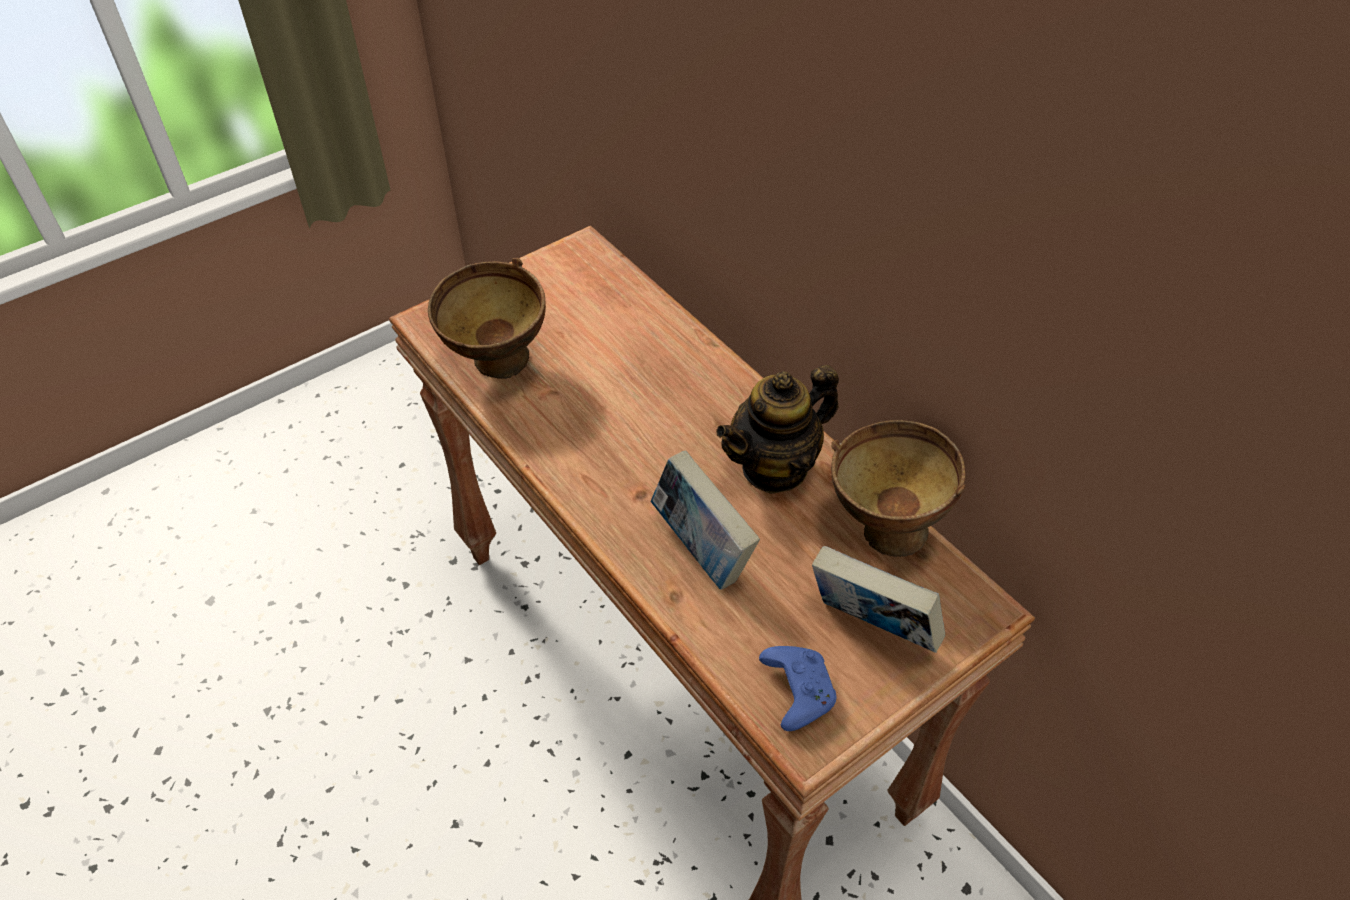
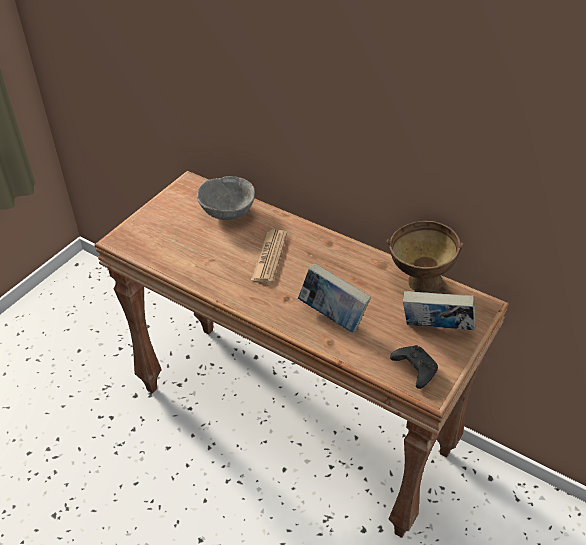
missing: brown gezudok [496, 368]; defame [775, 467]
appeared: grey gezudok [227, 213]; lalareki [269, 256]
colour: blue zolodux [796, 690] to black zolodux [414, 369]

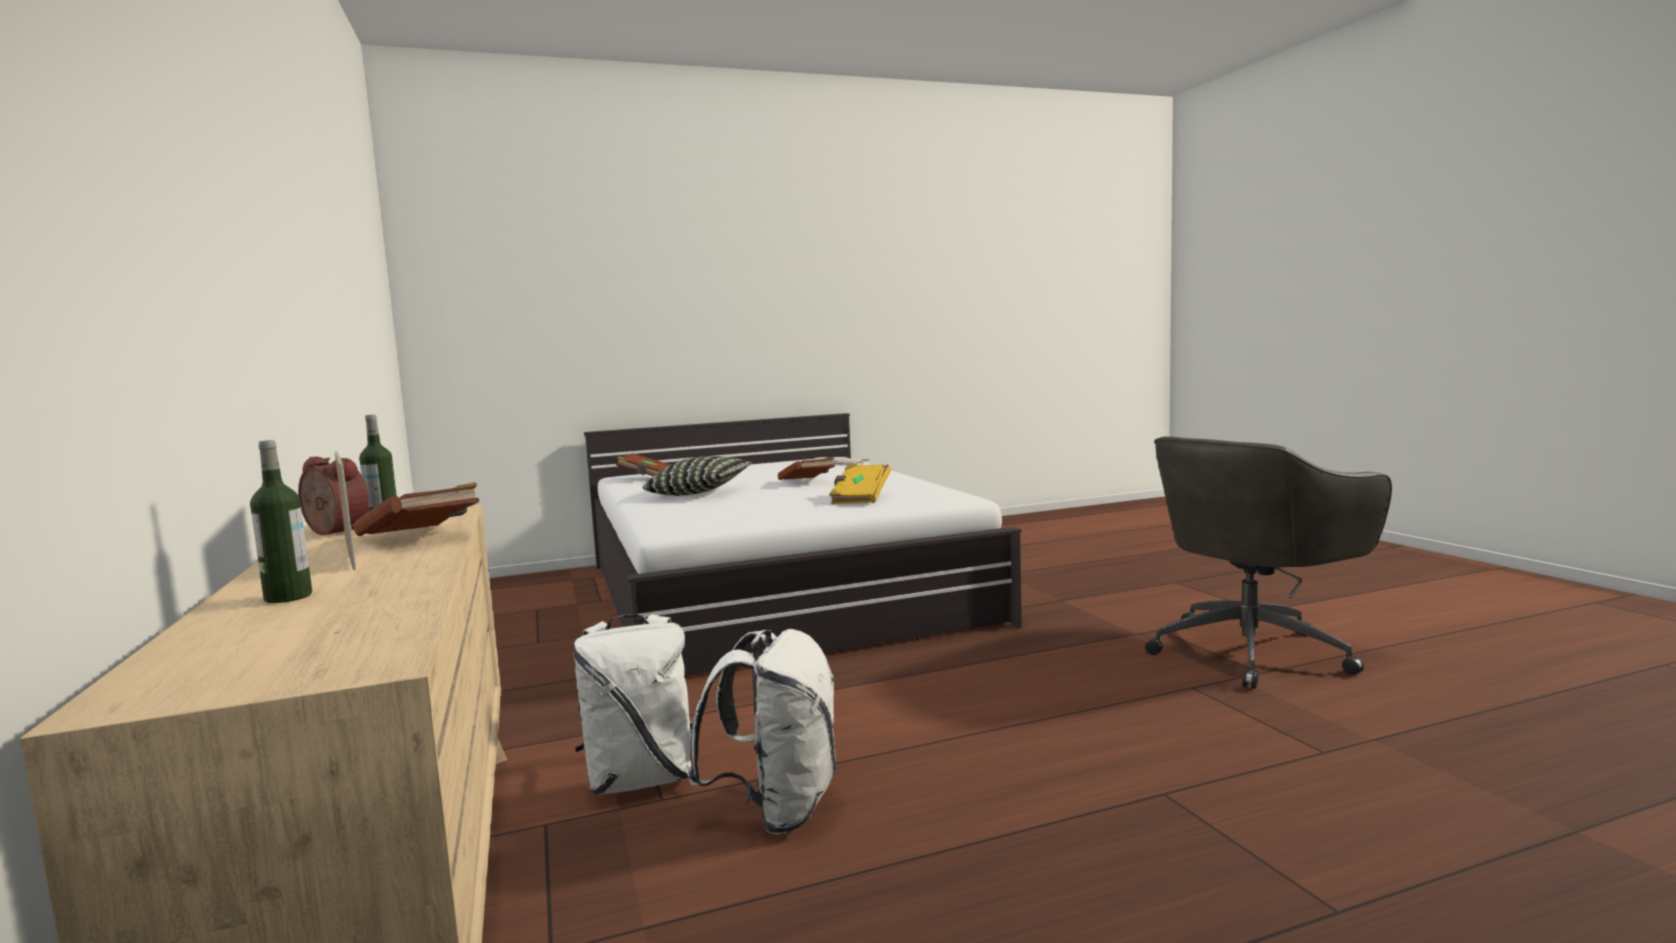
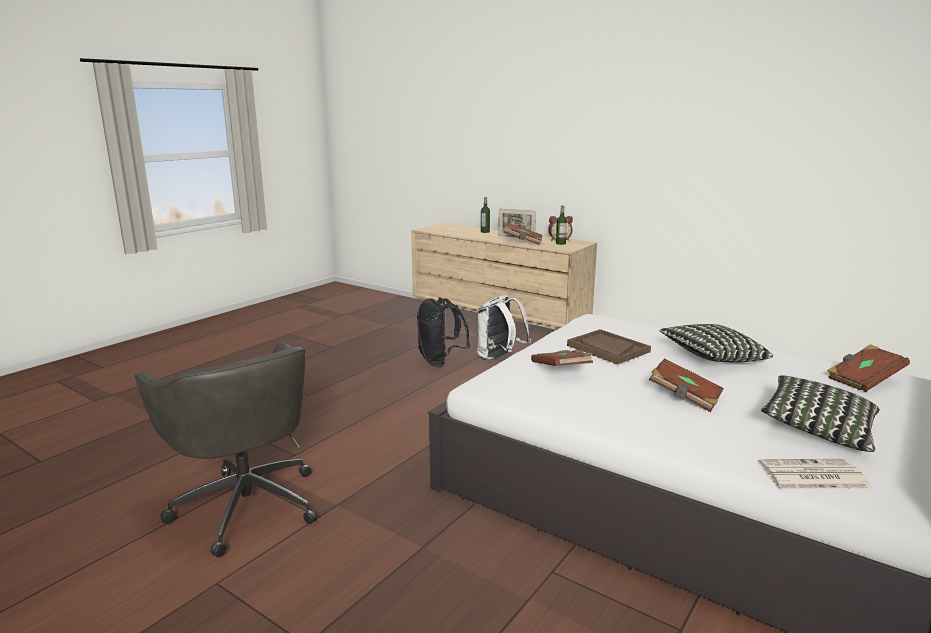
appeared: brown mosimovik [607, 348]; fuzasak [818, 429]
colour: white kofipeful [777, 809] to black kofipeful [440, 361]; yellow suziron [859, 498] to brown suziron [561, 370]
spun: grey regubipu [1252, 651] = [246, 504] 120 degrees clockwise

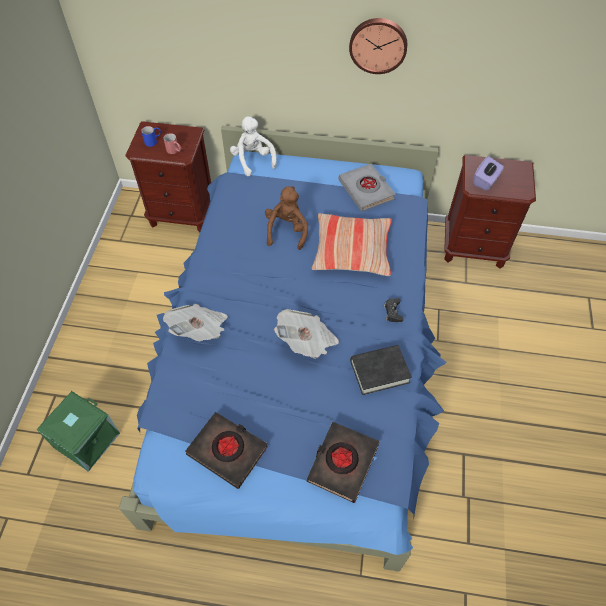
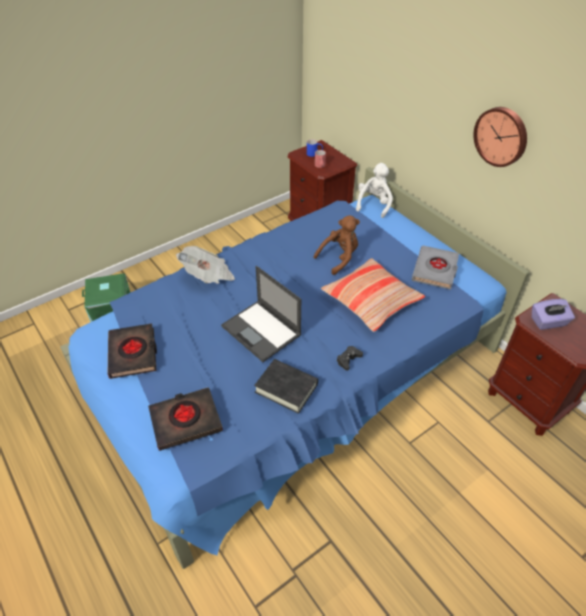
exchanged: lalareki [307, 342] to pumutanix [262, 331]

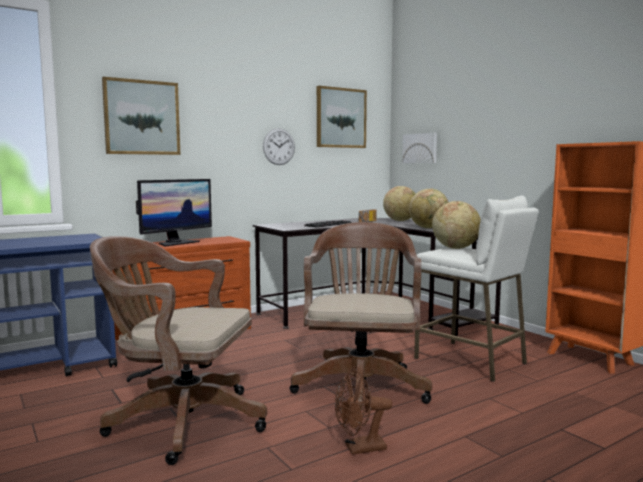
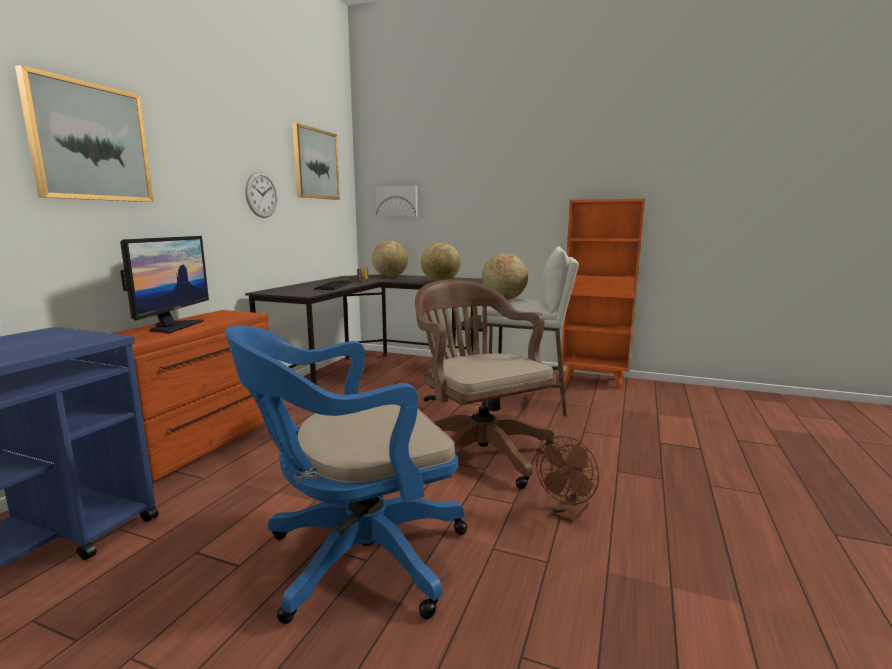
colour: brown regubipu [179, 421] to blue regubipu [356, 558]

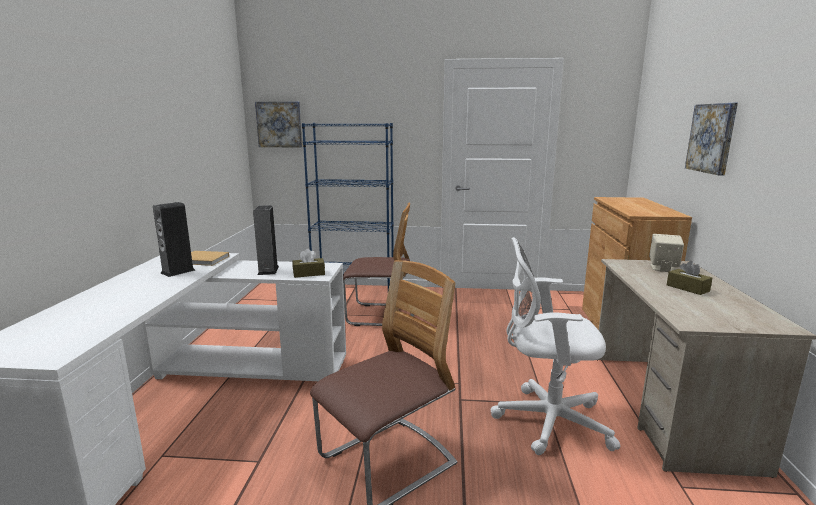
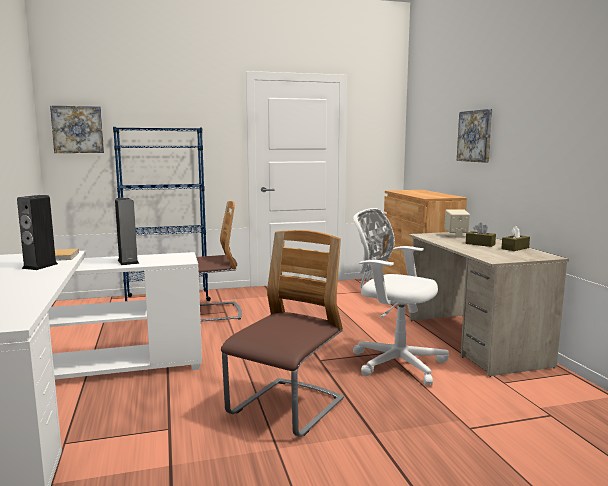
relocated: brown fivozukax [309, 273] to [515, 248]
spun: white regubipu [546, 420] = [394, 362] 45 degrees clockwise

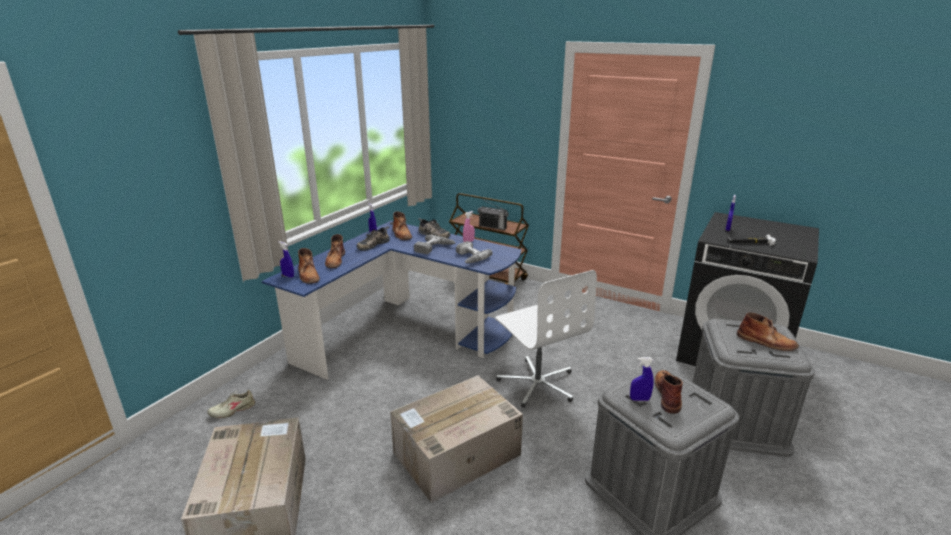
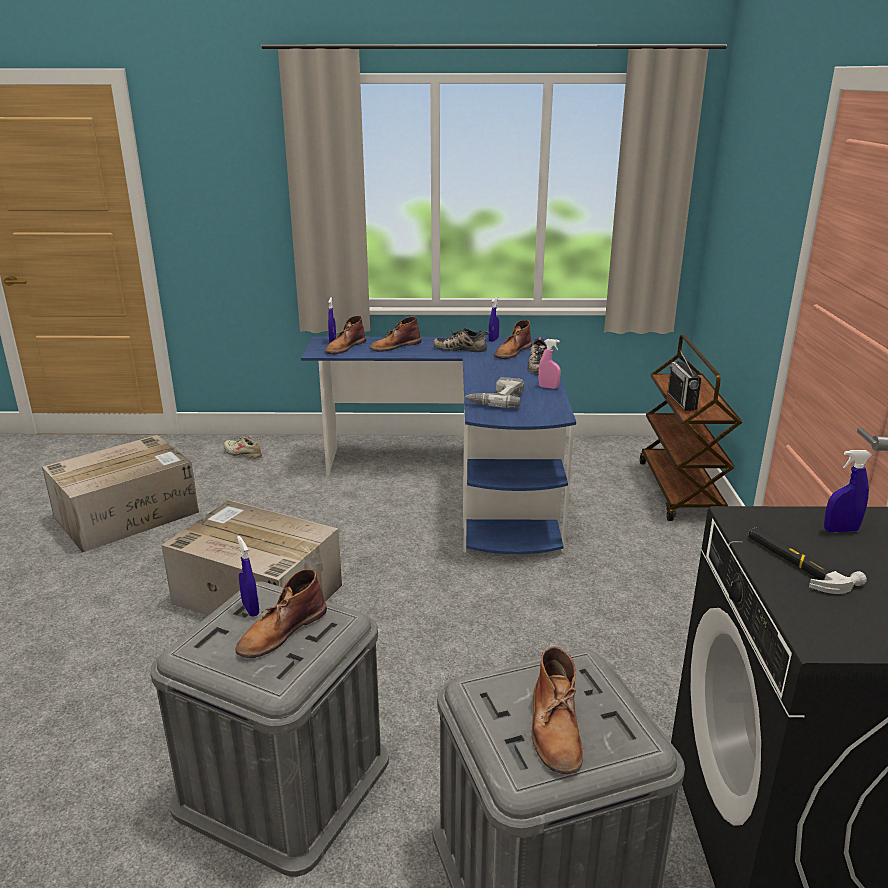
missing: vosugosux [434, 248]; white regubipu [537, 383]
spun: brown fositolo [667, 393] = [281, 631] 150 degrees clockwise

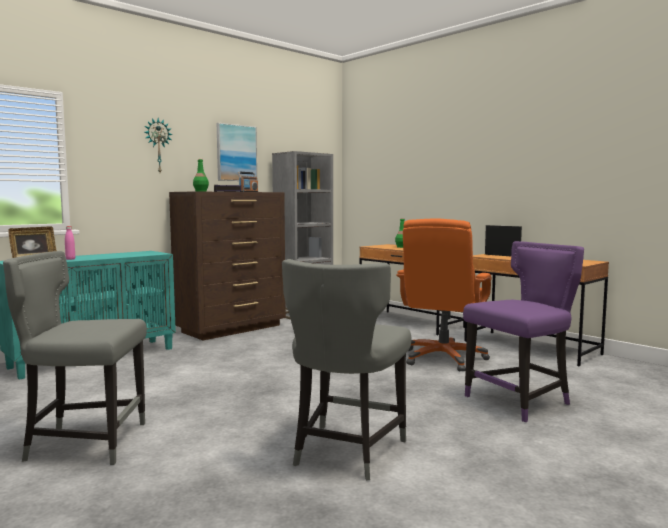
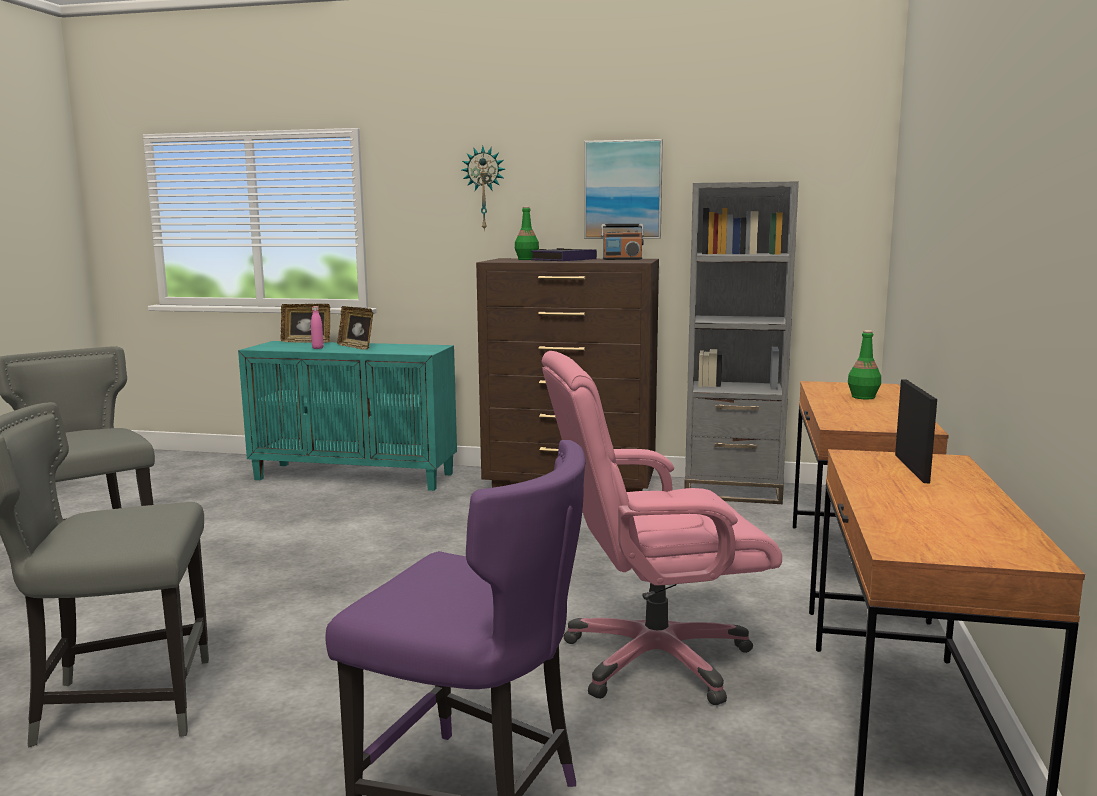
appeared: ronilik [356, 347]
colour: orange regubipu [443, 358] to pink regubipu [654, 659]

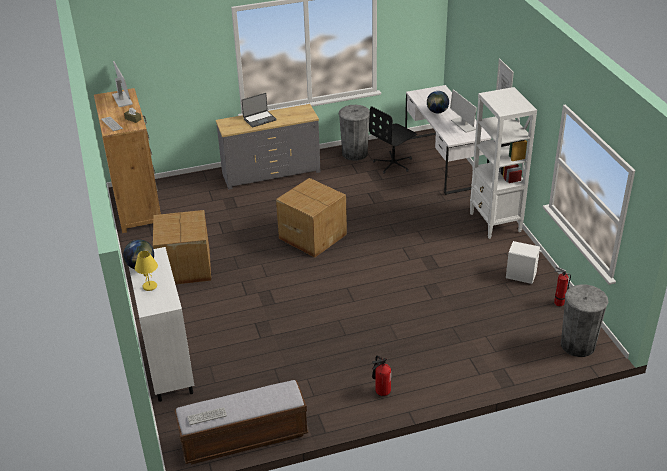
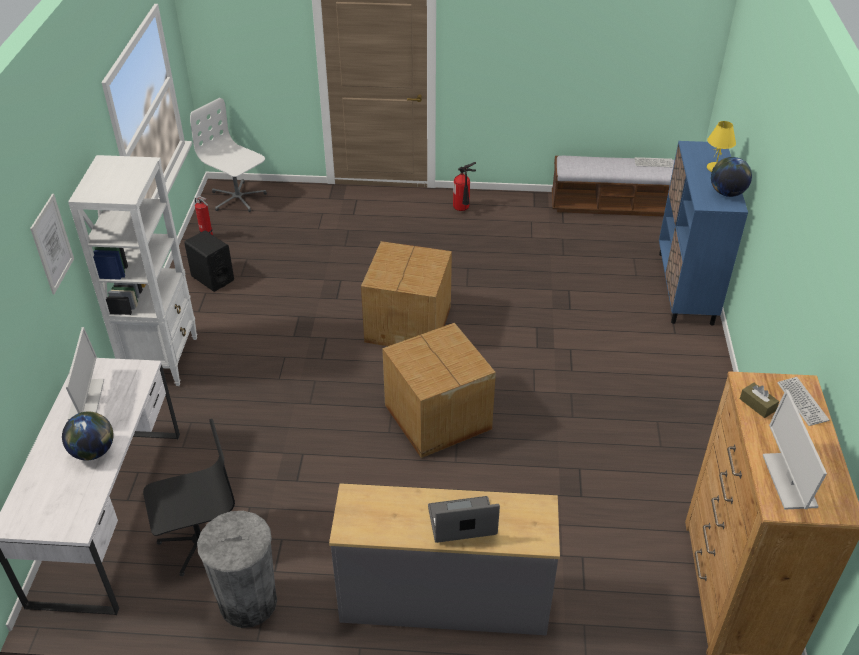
relocated: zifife [184, 268] to [409, 323]
exchanged: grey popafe [578, 345] to white regubipu [237, 198]
colour: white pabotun [168, 365] to blue pabotun [685, 288]; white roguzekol [521, 275] to black roguzekol [212, 278]

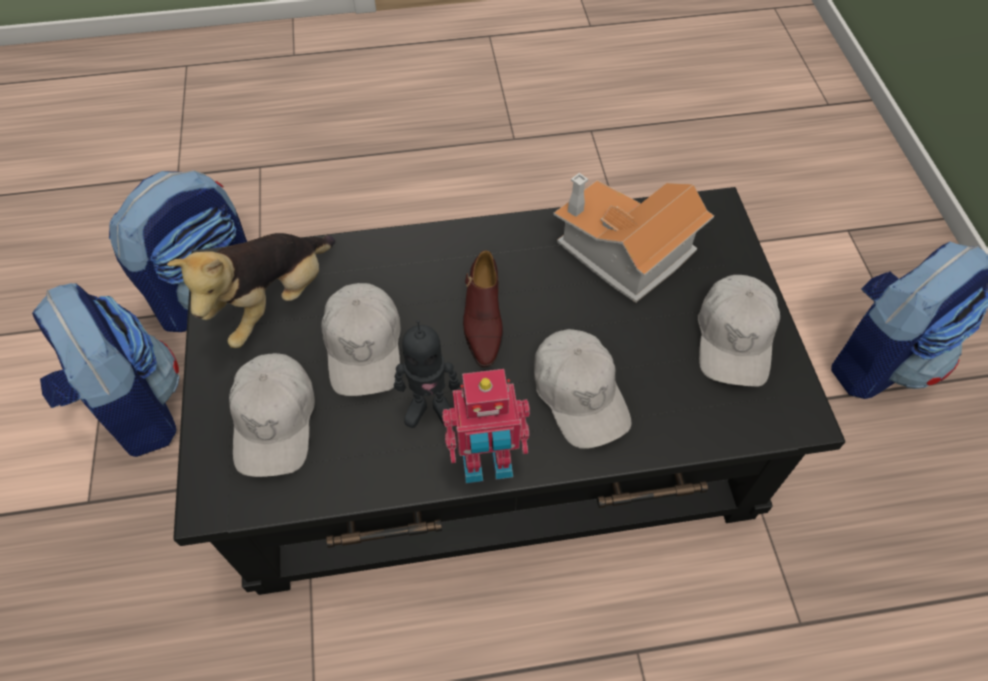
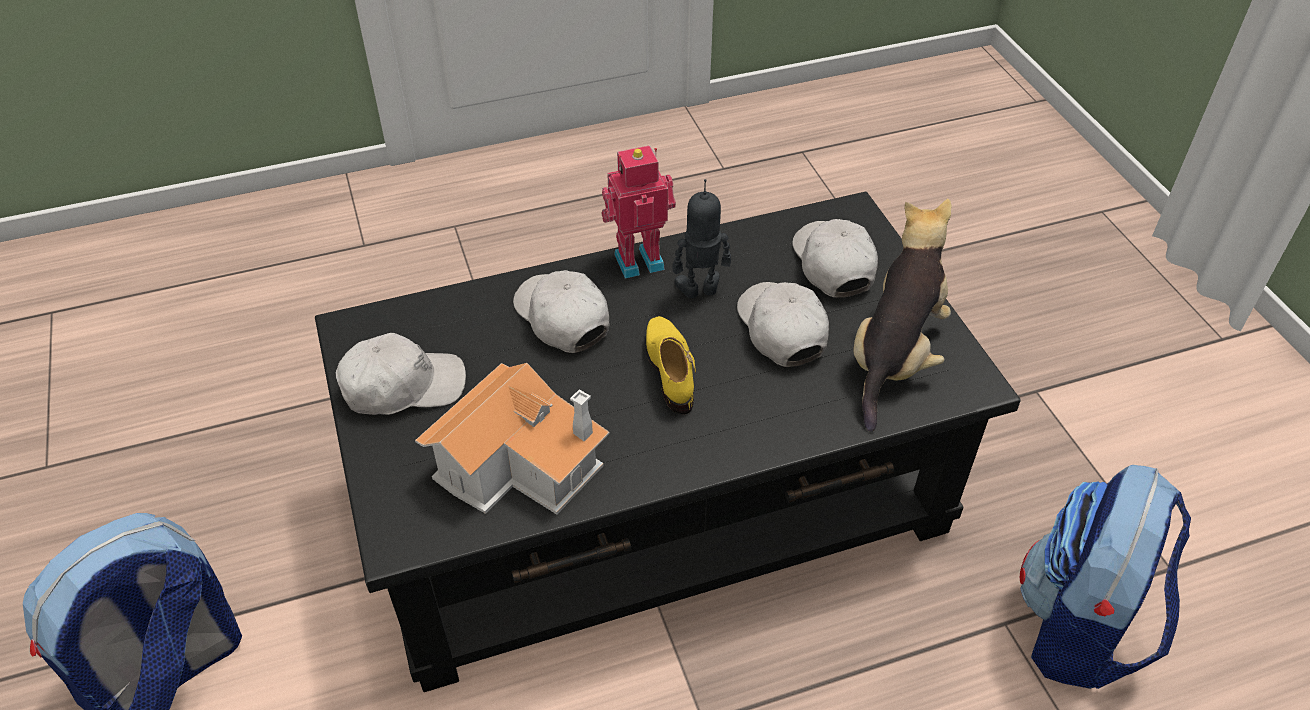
missing: kofipeful [133, 408]
colour: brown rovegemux [483, 320] to yellow rovegemux [670, 369]
spun: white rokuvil [735, 338] = [402, 386] 75 degrees clockwise

